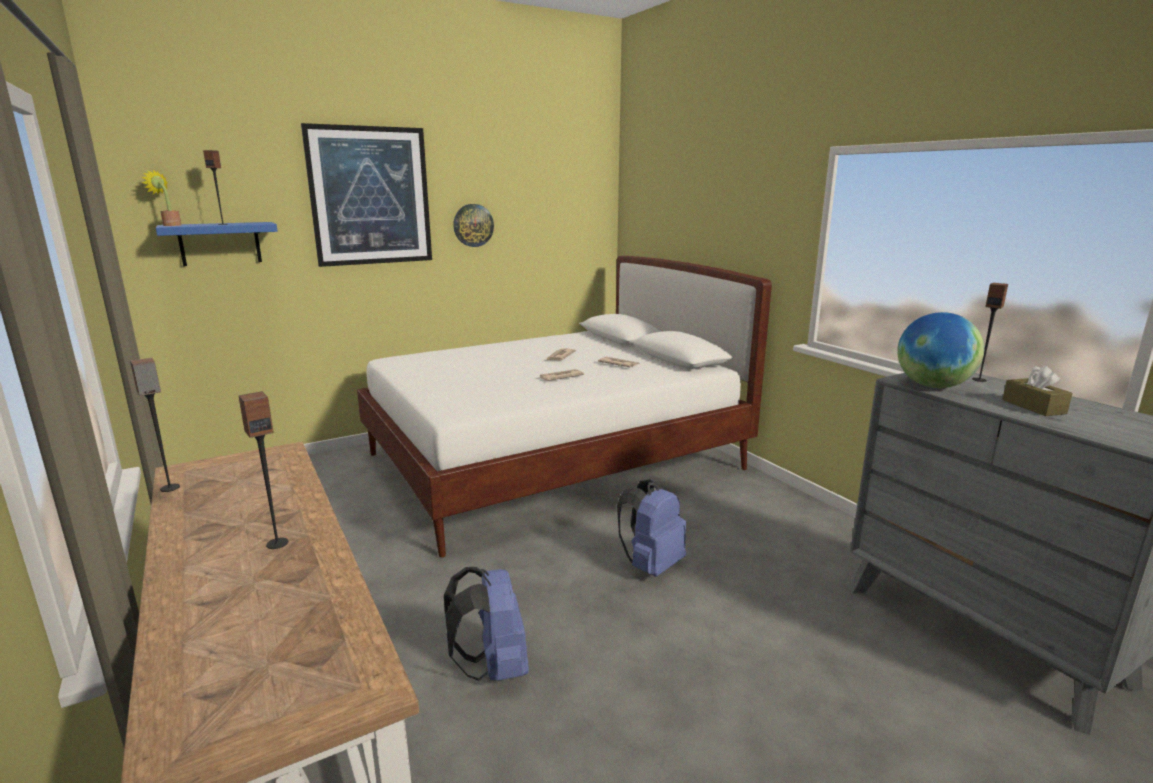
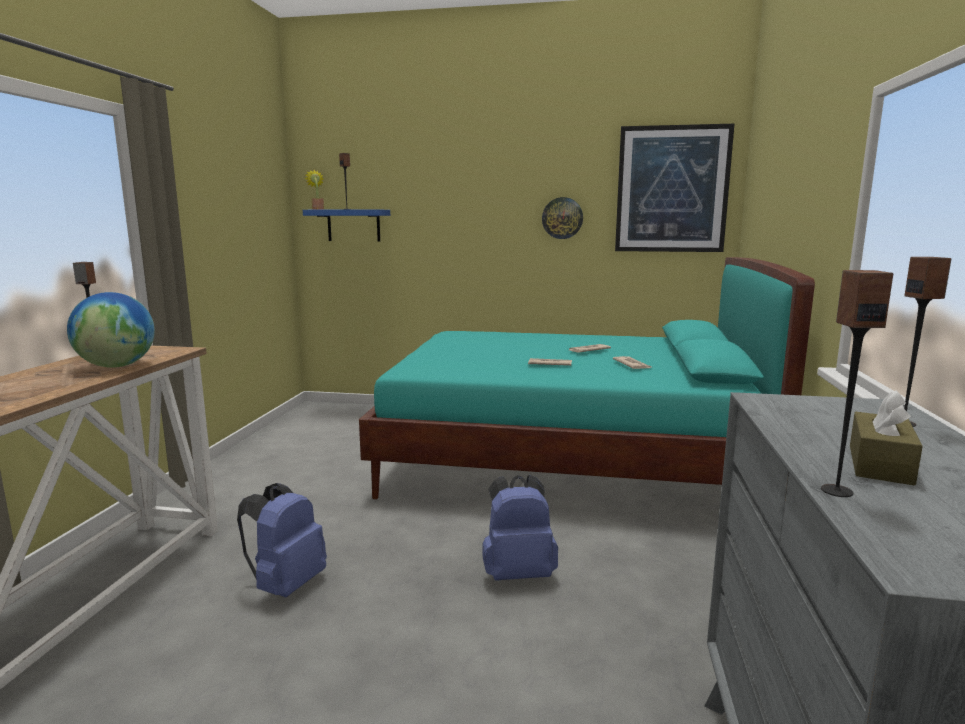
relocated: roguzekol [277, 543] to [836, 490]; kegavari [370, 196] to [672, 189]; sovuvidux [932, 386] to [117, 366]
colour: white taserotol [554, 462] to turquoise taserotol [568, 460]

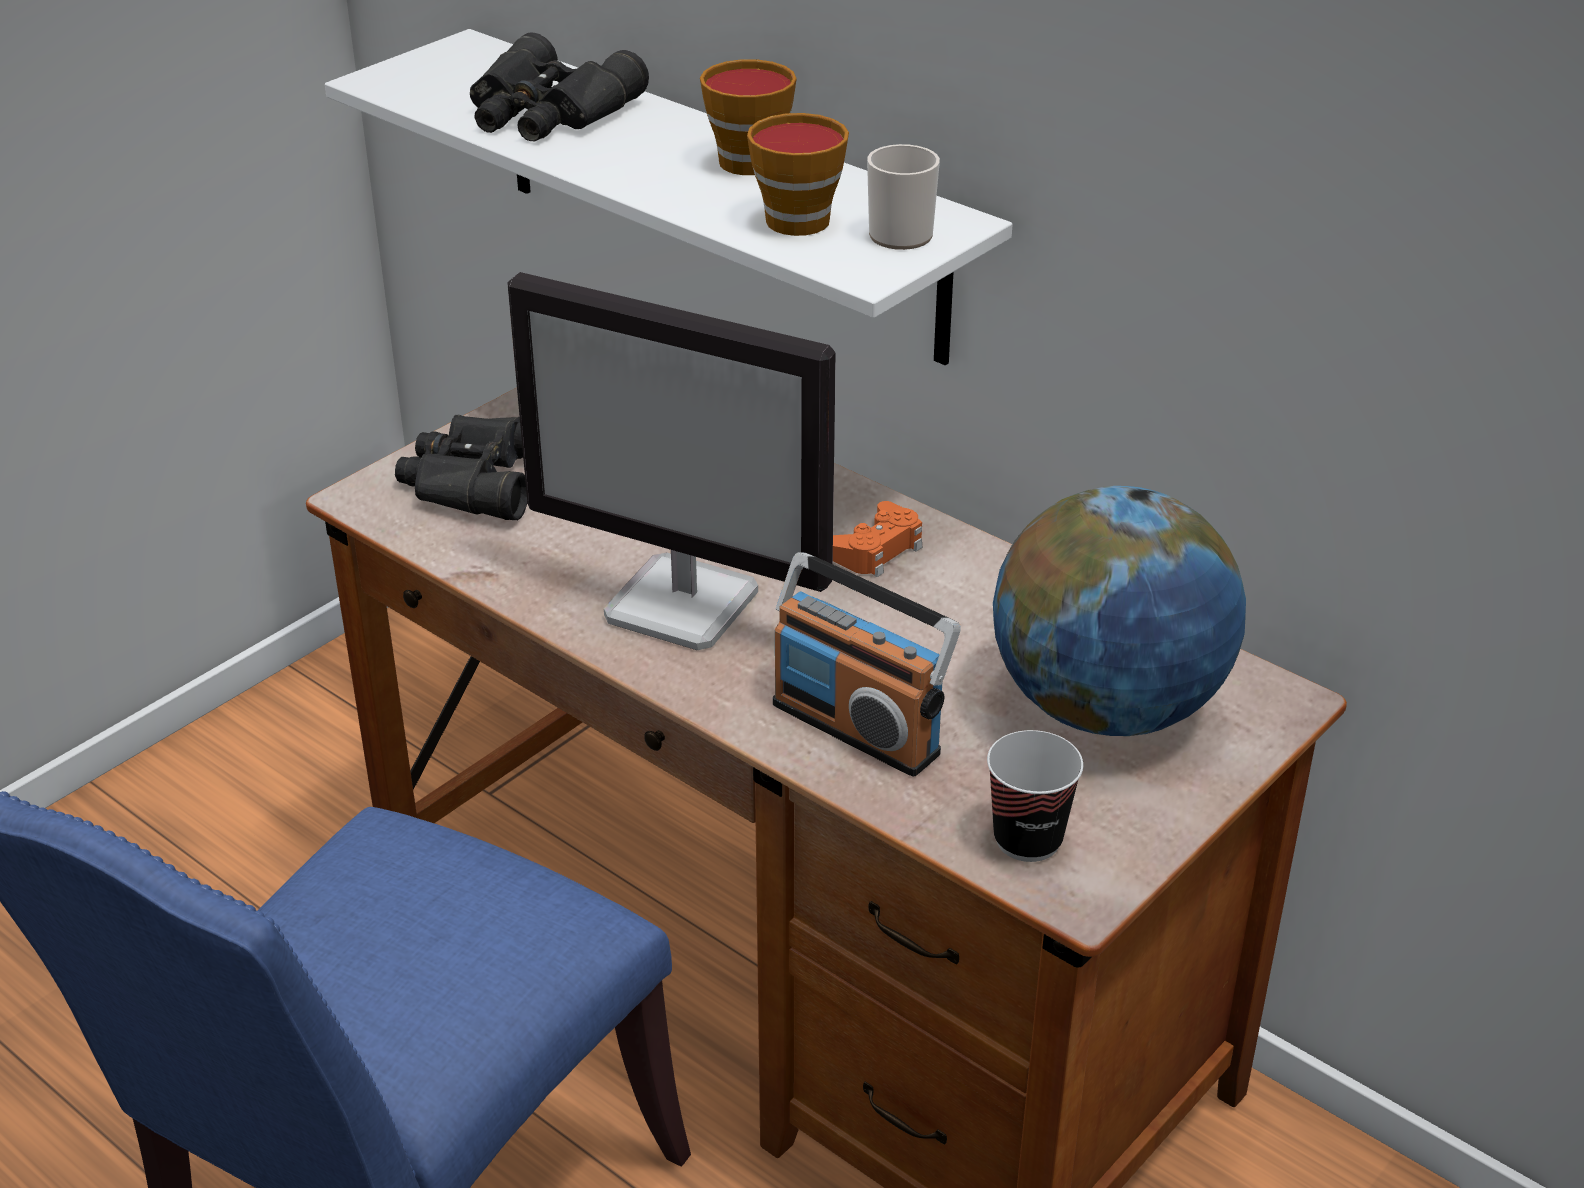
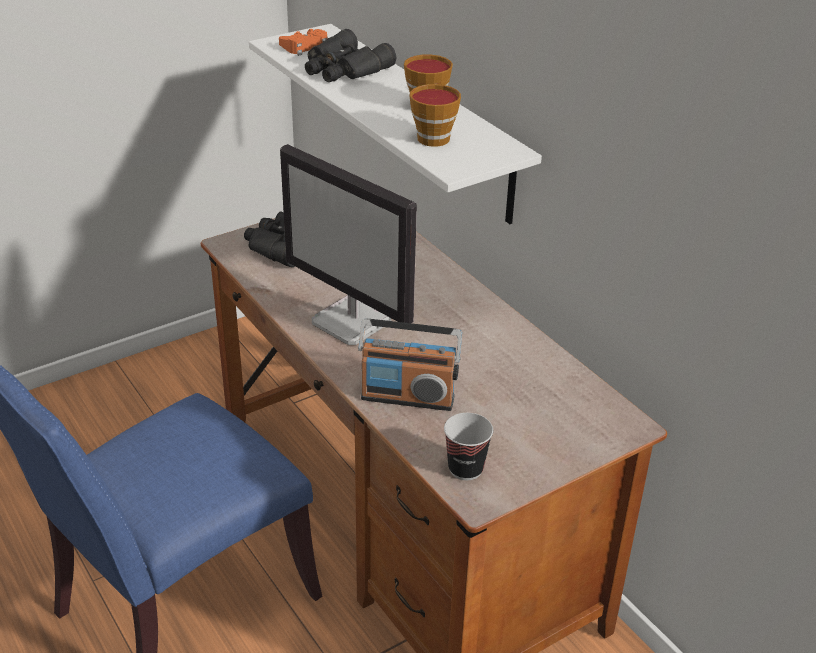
missing: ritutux [902, 232]; sovuvidux [1107, 708]
relocated: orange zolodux [875, 549] to [306, 47]
spun: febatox [857, 727] = [408, 397] 45 degrees counterclockwise

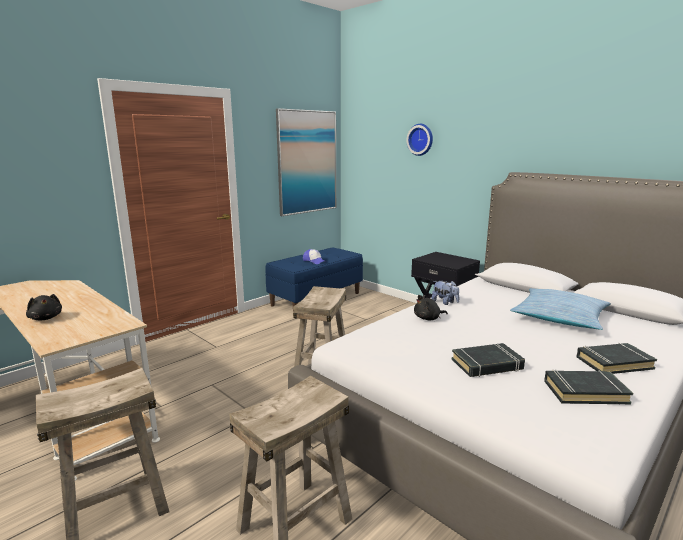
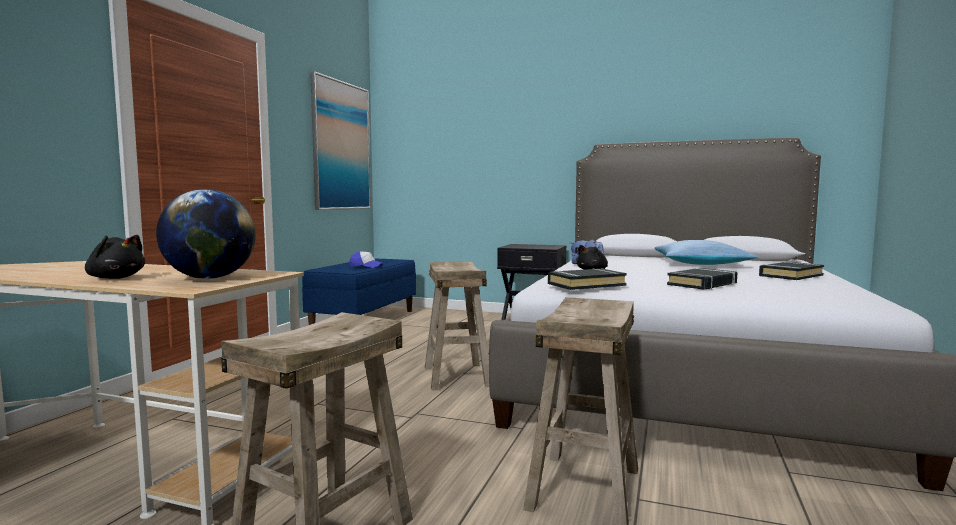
missing: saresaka [421, 139]
appeared: sovuvidux [210, 278]
relocated: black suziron [585, 392] to [586, 284]

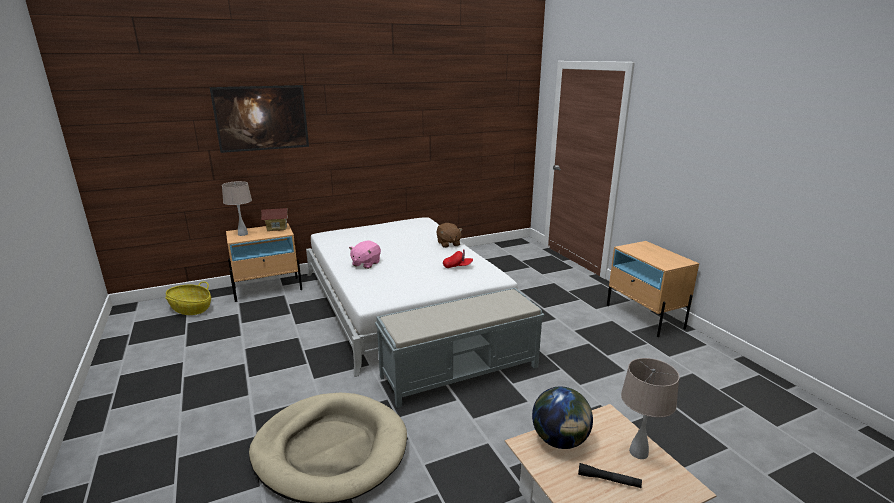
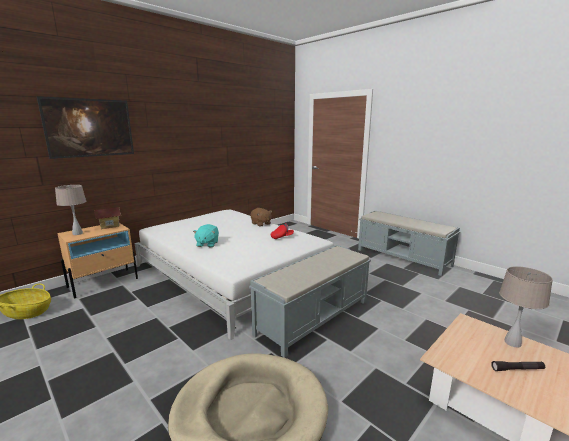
missing: sovuvidux [560, 440]
exchanged: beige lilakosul [644, 316] to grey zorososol [403, 257]
colour: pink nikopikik [365, 264] to turquoise nikopikik [207, 244]

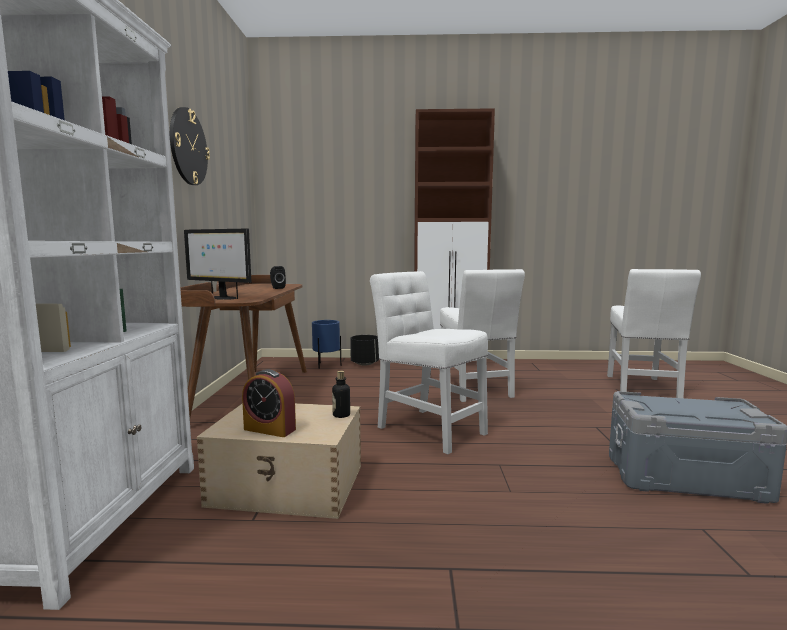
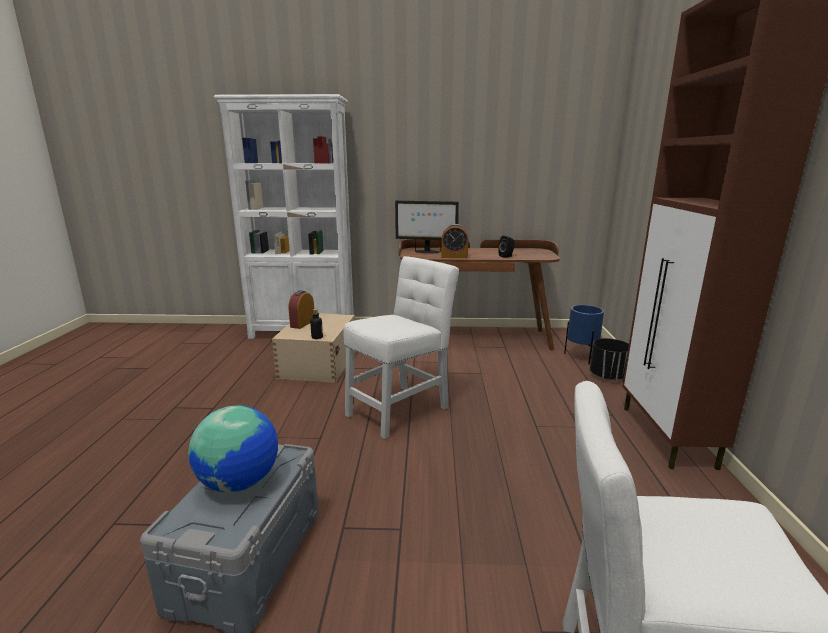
missing: saresaka [188, 147]; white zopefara [475, 390]
appeared: sovuvidux [240, 482]; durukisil [454, 257]
spun: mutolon [221, 298] = [426, 252] 105 degrees counterclockwise

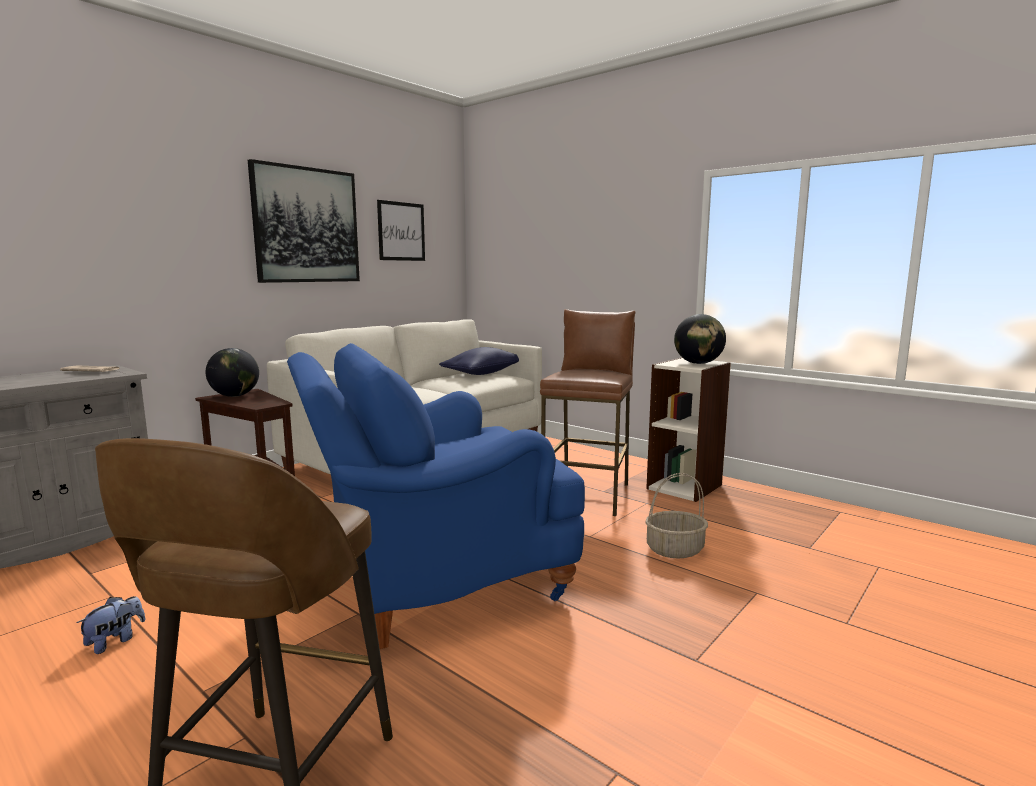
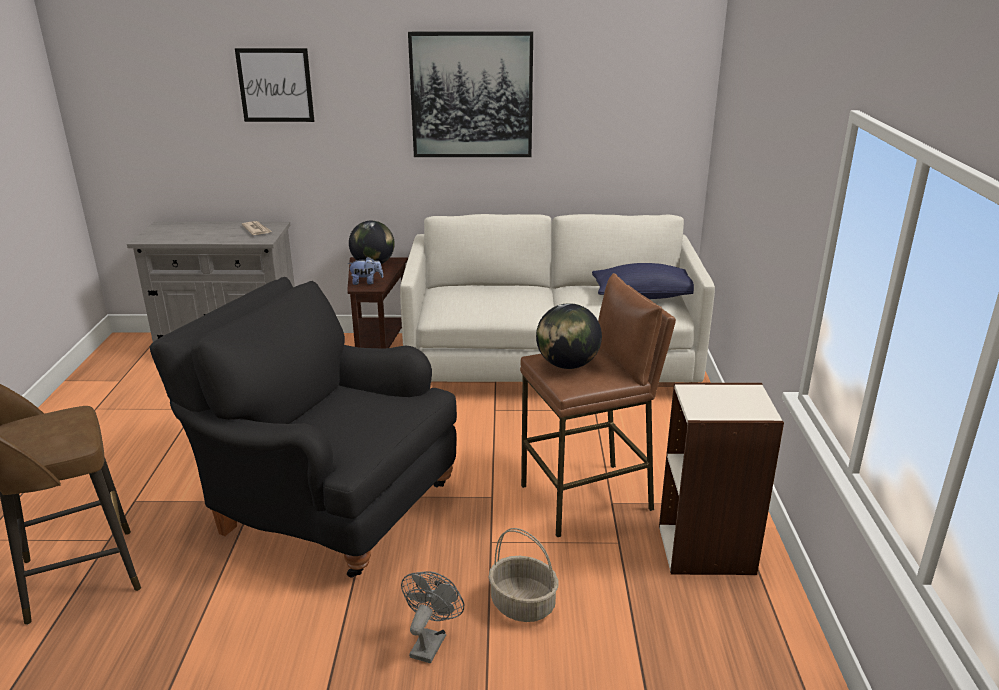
appeared: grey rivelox [430, 641]
relocated: nikopikik [115, 641] to [366, 282]; kegavari [401, 231] to [275, 85]; sovuvidux [698, 363] to [567, 365]
colour: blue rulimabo [433, 579] to black rulimabo [327, 504]

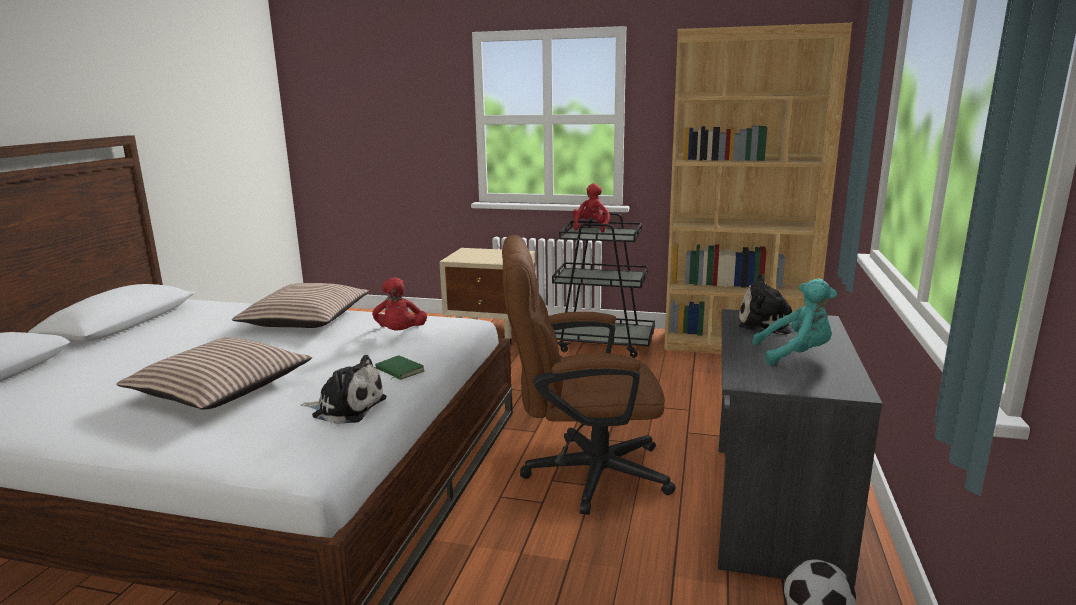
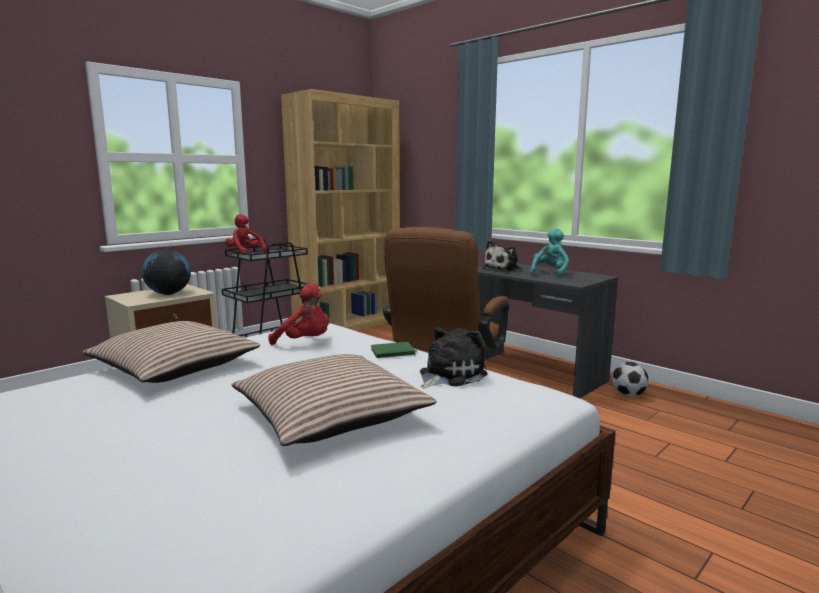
appeared: sovuvidux [168, 293]

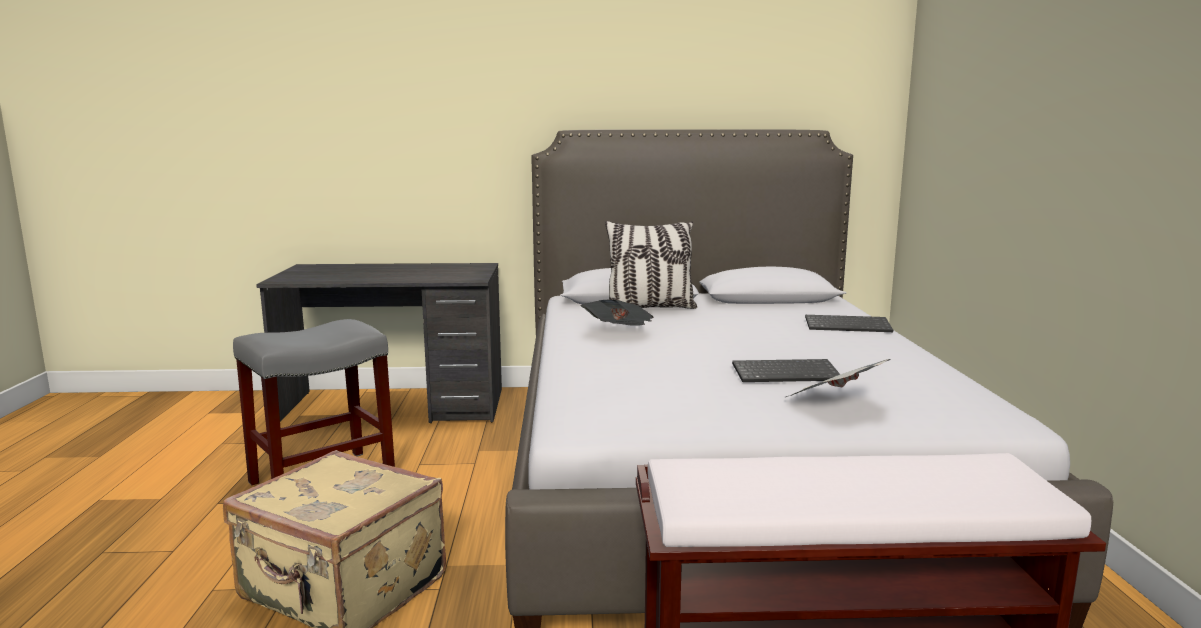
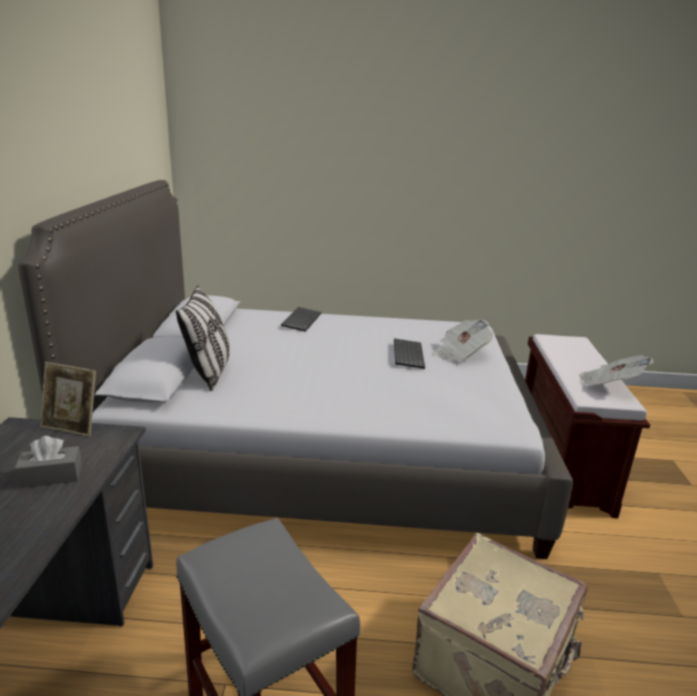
appeared: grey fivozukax [51, 476]; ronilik [72, 426]
relocated: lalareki [619, 333] to [609, 385]

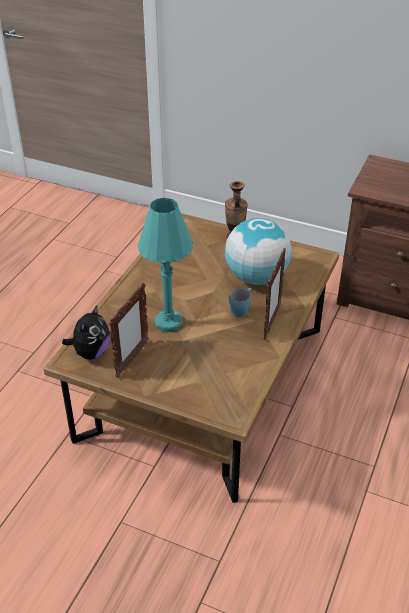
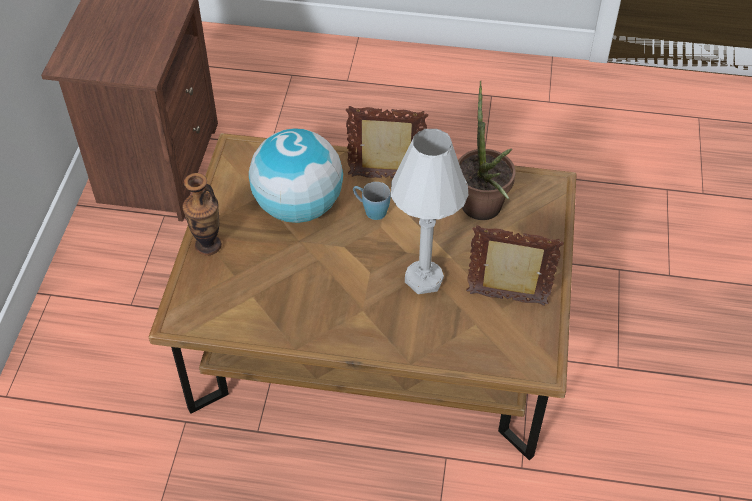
missing: nikopikik [91, 352]
appeared: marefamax [483, 212]
colour: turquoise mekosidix [168, 323] to white mekosidix [424, 279]

